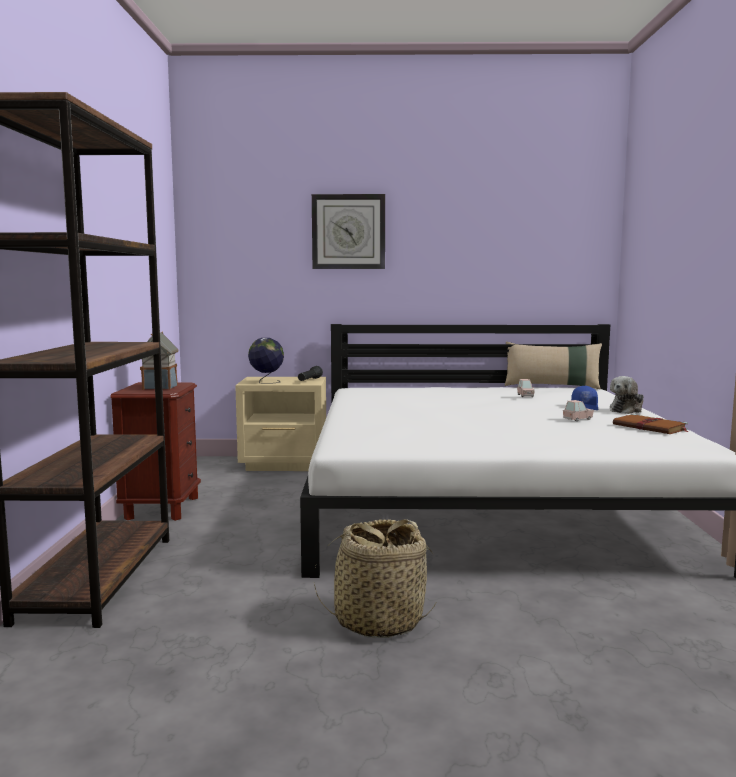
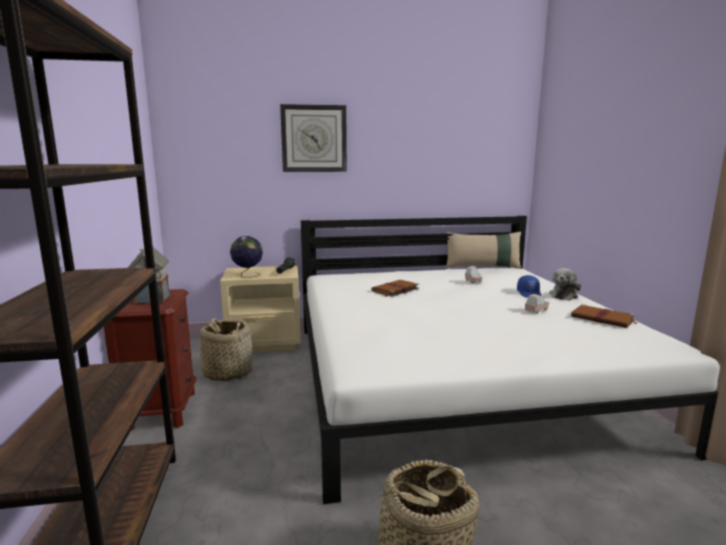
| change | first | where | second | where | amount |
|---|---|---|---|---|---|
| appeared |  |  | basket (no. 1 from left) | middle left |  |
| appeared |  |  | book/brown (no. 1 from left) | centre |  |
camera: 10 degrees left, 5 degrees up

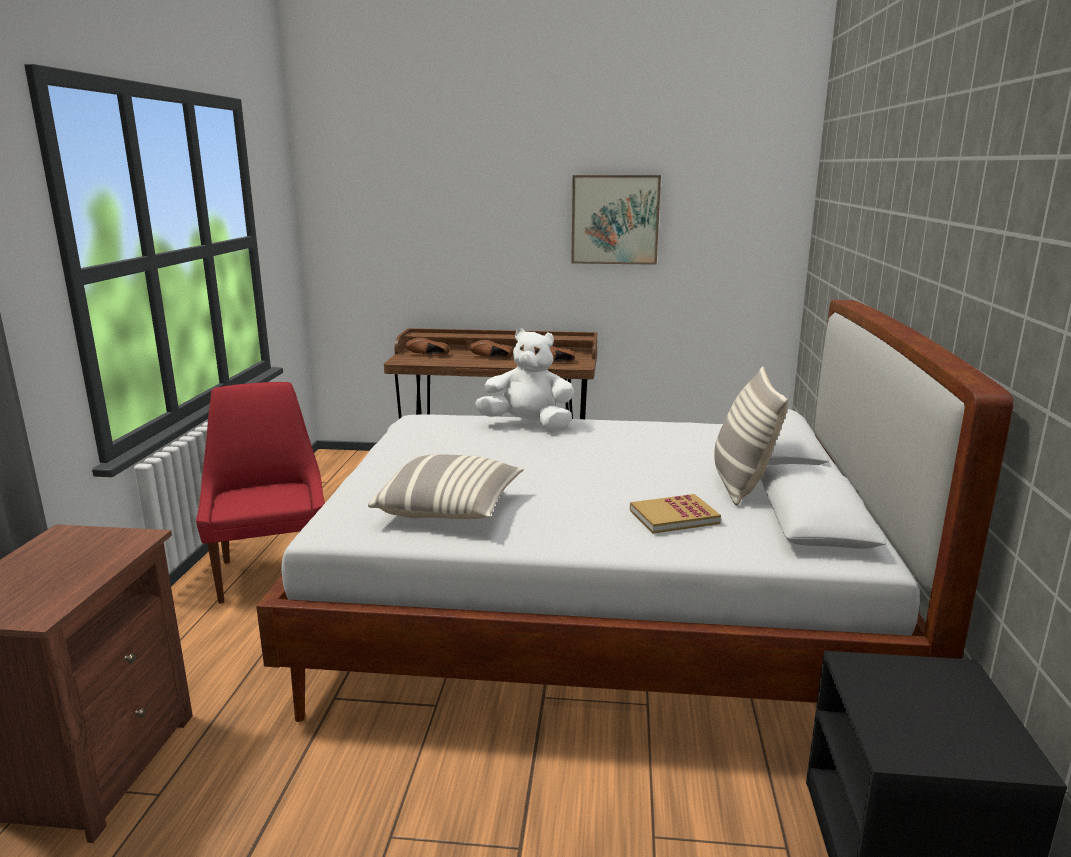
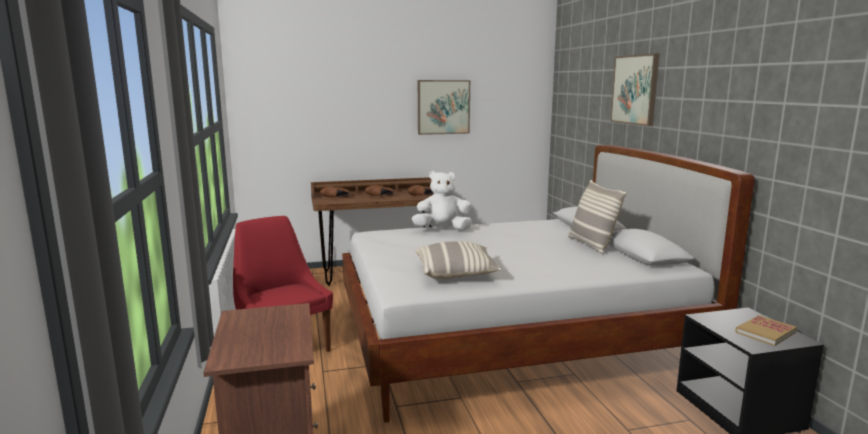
| change | first | where | second | where | amount |
|---|---|---|---|---|---|
| relocated | book | centre |  | bottom right |  |
| appeared |  |  | picture (no. 2 from left) | top right |  |
camera: 20 degrees left, 5 degrees down

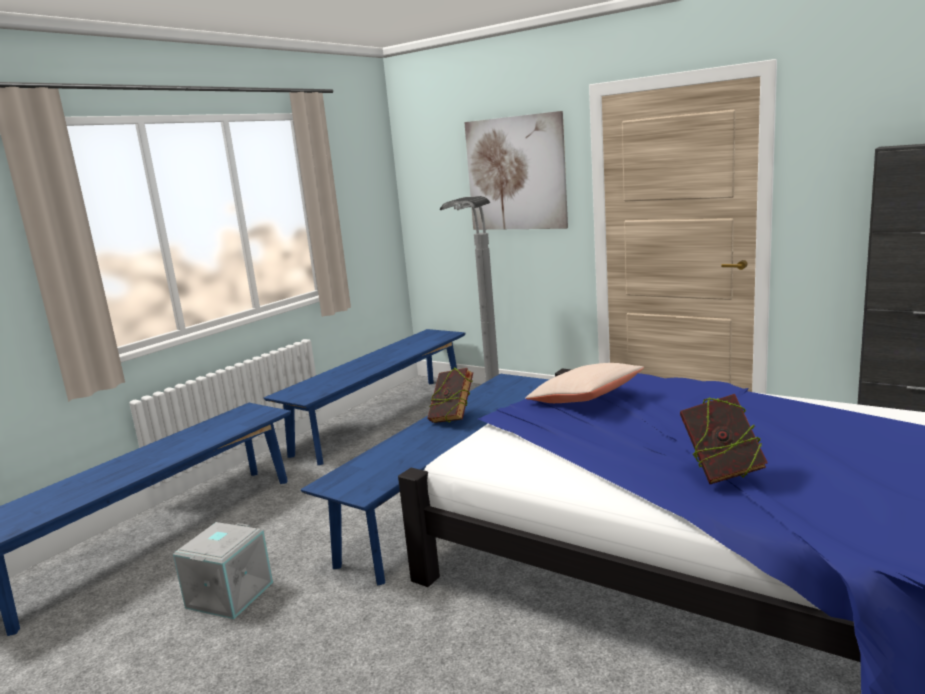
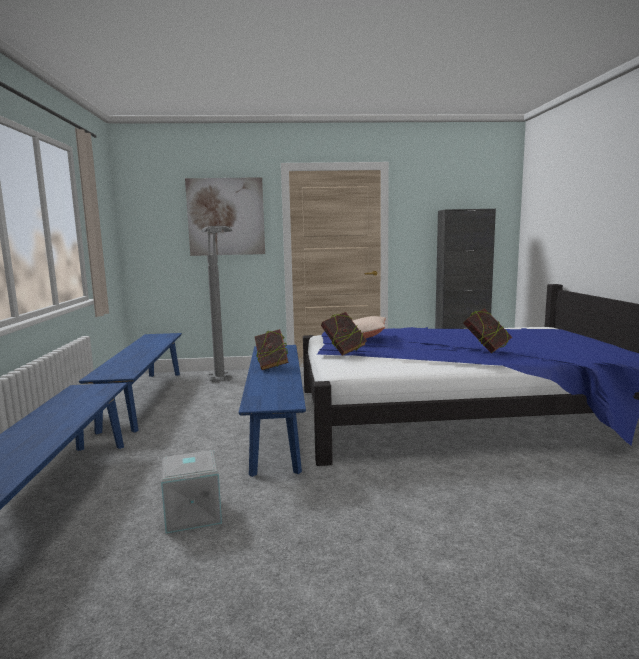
| change | first | where | second | where | amount |
|---|---|---|---|---|---|
| appeared |  |  | book (no. 2 from left) | centre |  |
camera: 40 degrees left, 5 degrees down

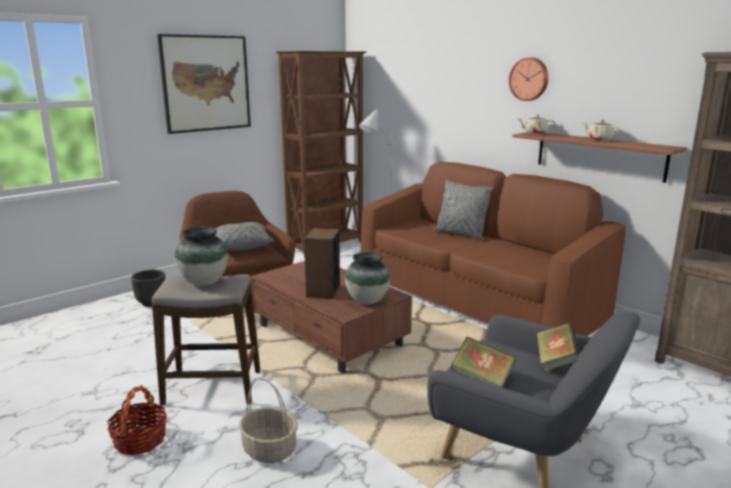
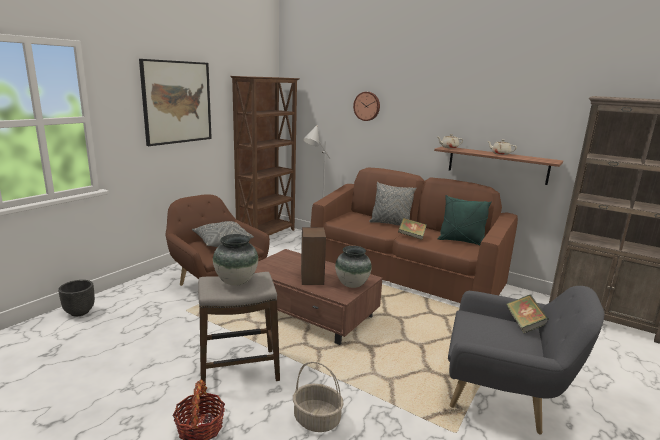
| change | first | where | second | where | amount |
|---|---|---|---|---|---|
| relocated | planter/black | middle left |  | bottom left |  |
| relocated | book (no. 1 from left) | bottom centre |  | centre |  |
| relocated | wall clock | top right |  | top centre |  |
| appeared |  |  | pillow/green | middle right |  |
camera: 15 degrees left, 0 degrees up

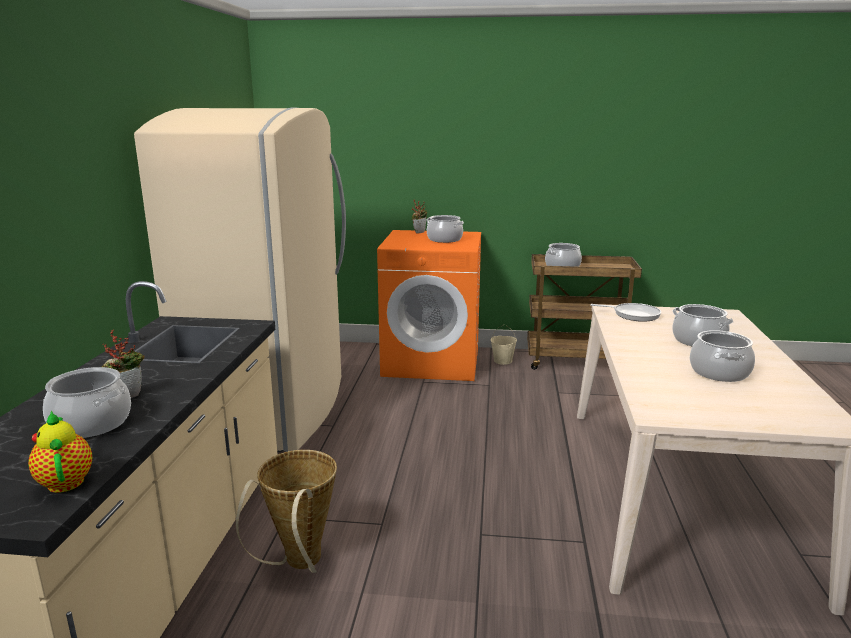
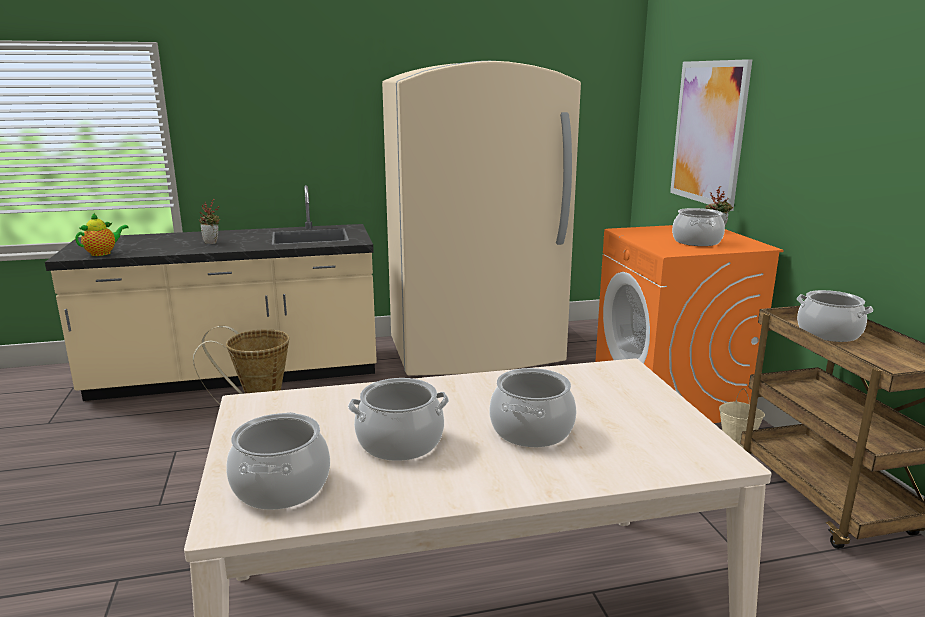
| change | first | where | second | where | amount |
|---|---|---|---|---|---|
| relocated | cooking pot (no. 1 from left) | middle left |  | bottom left |  |
| missing | frying pan | middle right |  |  |  |
| appeared |  |  | picture | top right |  |
camera: 70 degrees right, 0 degrees up

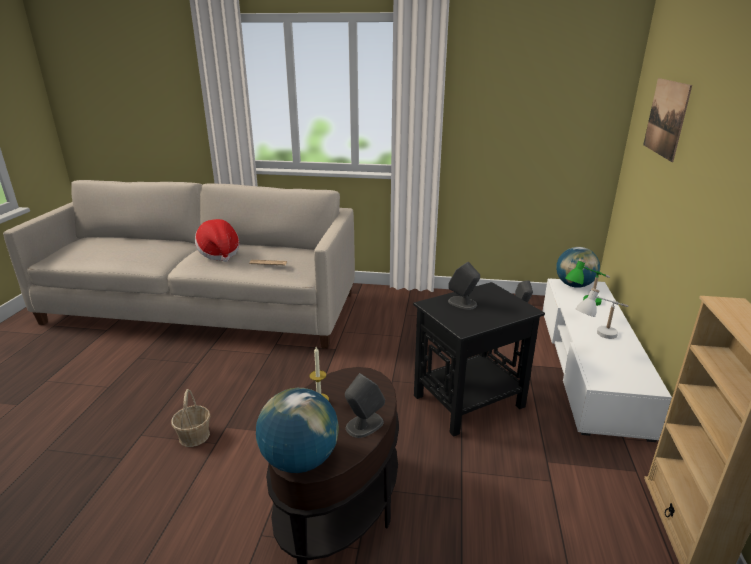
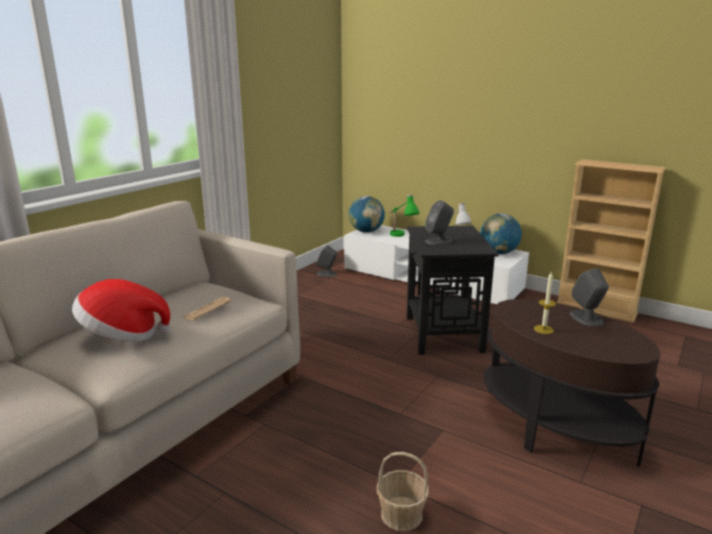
| change | first | where | second | where | amount |
|---|---|---|---|---|---|
| relocated | globe (no. 1 from left in the first image) | bottom centre | globe (no. 2 from left) | middle right |  |
| missing | picture | top right |  |  |  |
camera: 65 degrees left, 5 degrees down

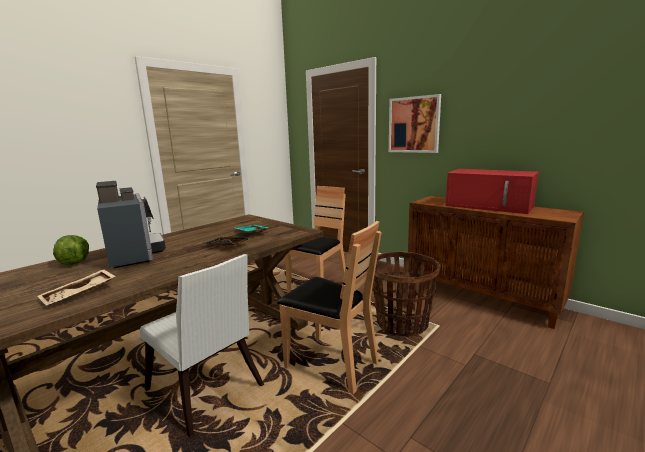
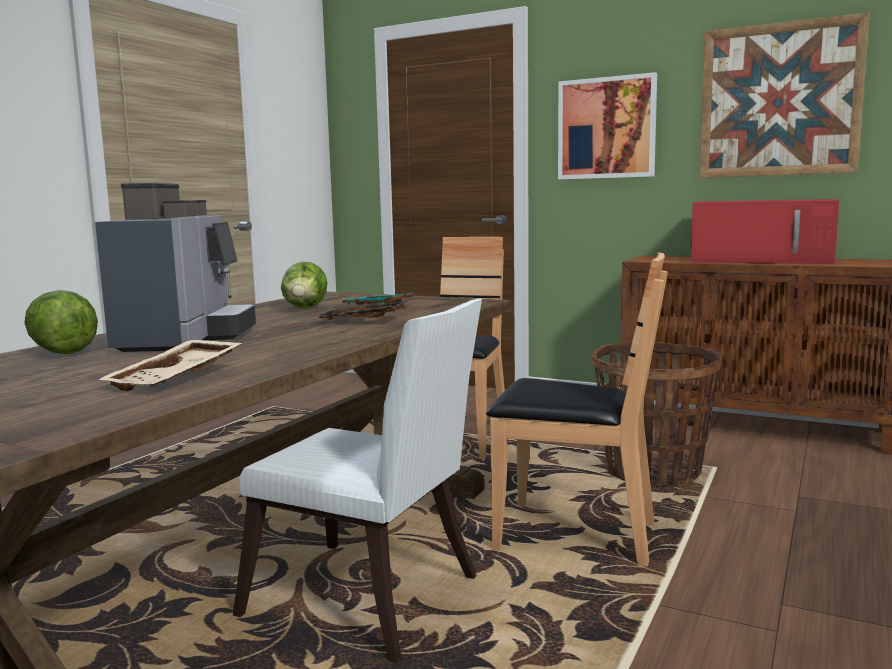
| change | first | where | second | where | amount |
|---|---|---|---|---|---|
| spun | coffee machine | middle left |  | middle left | 45 degrees clockwise |
| appeared |  |  | lettuce (no. 2 from left) | centre |  |
| appeared |  |  | picture (no. 2 from left) | top right |  |
camera: 15 degrees left, 5 degrees down

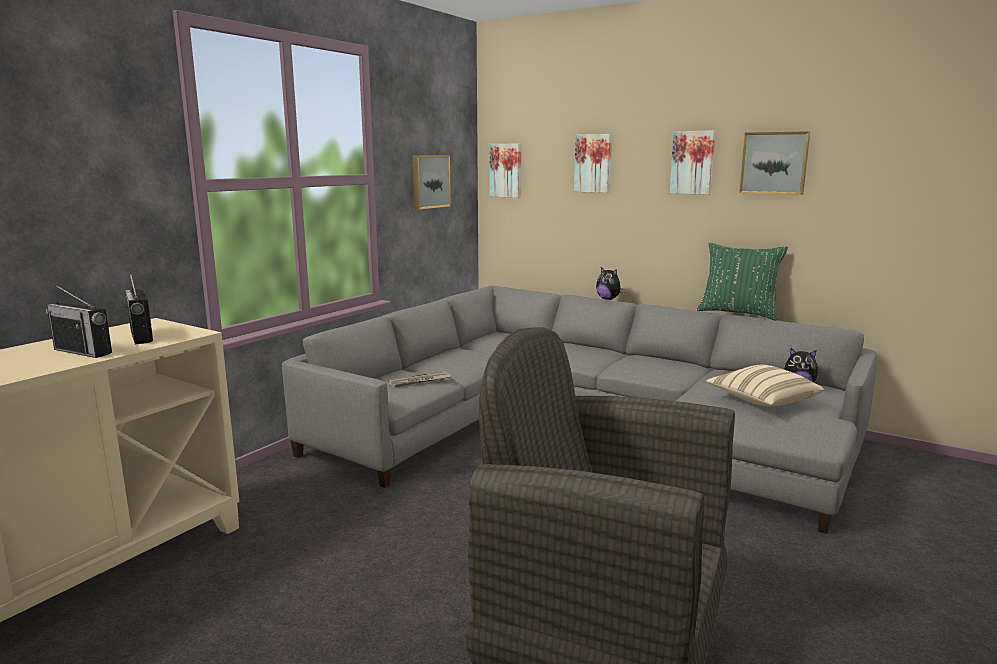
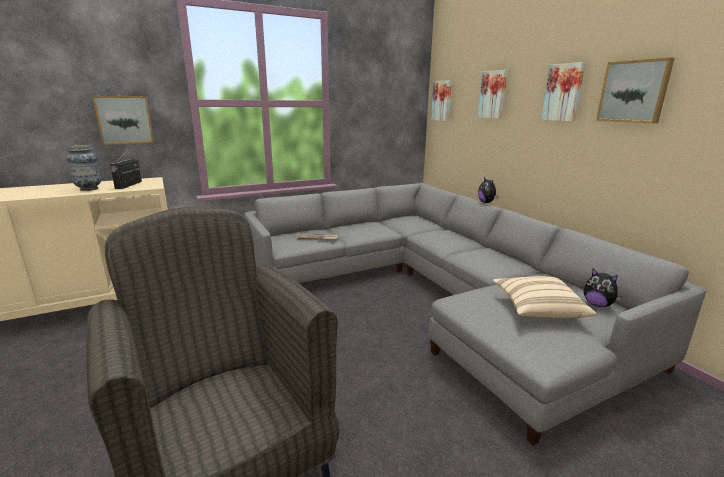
| change | first | where | second | where | amount |
|---|---|---|---|---|---|
| exchanged | radio (no. 1 from left) | middle left | vase | middle left |  |
| relocated | picture (no. 1 from left) | top centre |  | top left |  |
| missing | pillow/green | middle right |  |  |  |
camera: 30 degrees right, 5 degrees up

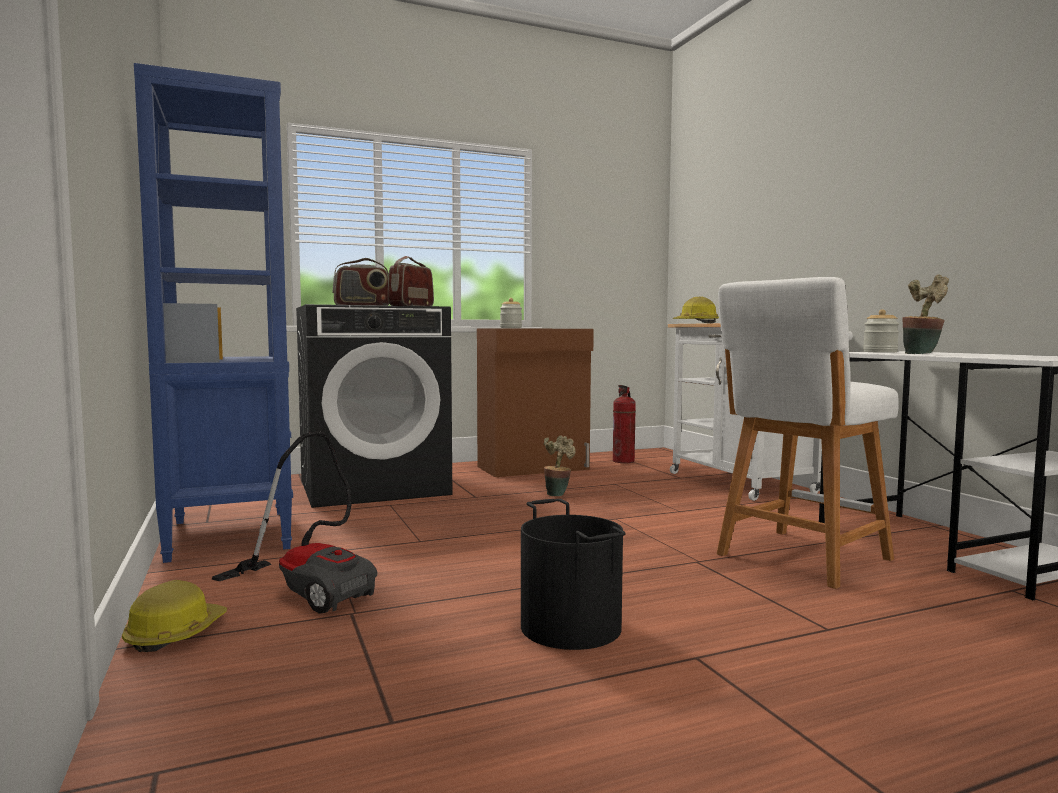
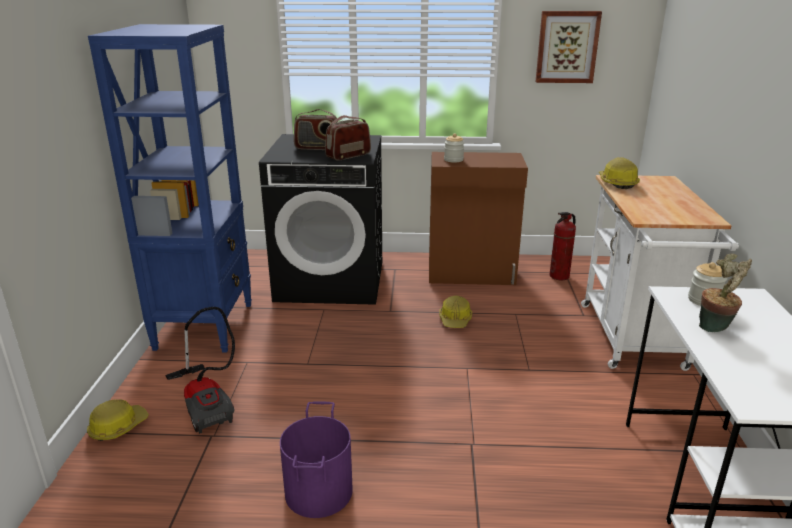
| change | first | where | second | where | amount |
|---|---|---|---|---|---|
| colour | bucket/black | bottom centre | bucket/purple | bottom centre |  |
| exchanged | potted plant (no. 1 from left) | centre | hard hat (no. 2 from left) | centre |  |
| missing | stool/white | middle right |  |  |  |
| appeared |  |  | picture | top right |  |
camera: 25 degrees right, 20 degrees up

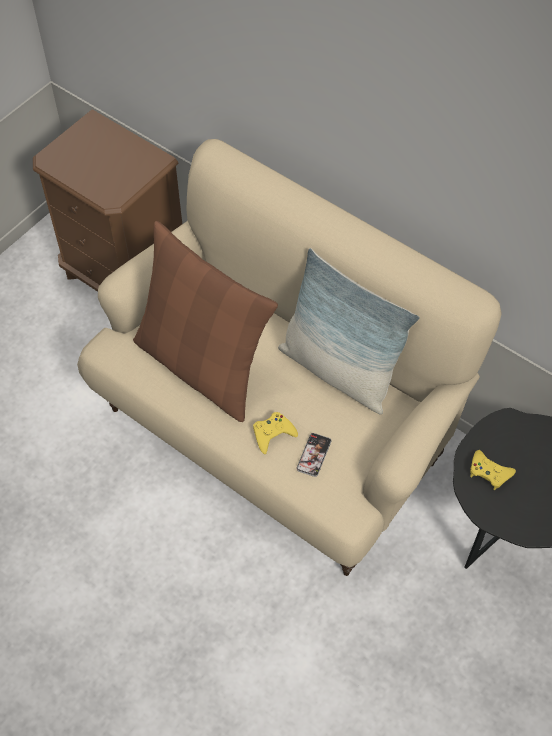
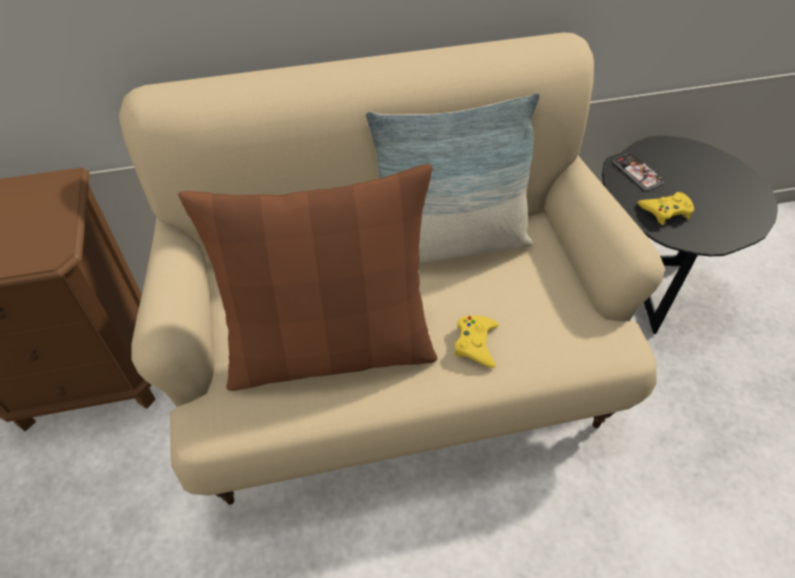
| change | first | where | second | where | amount |
|---|---|---|---|---|---|
| relocated | phone | centre |  | top right |  |
camera: 50 degrees left, 5 degrees down

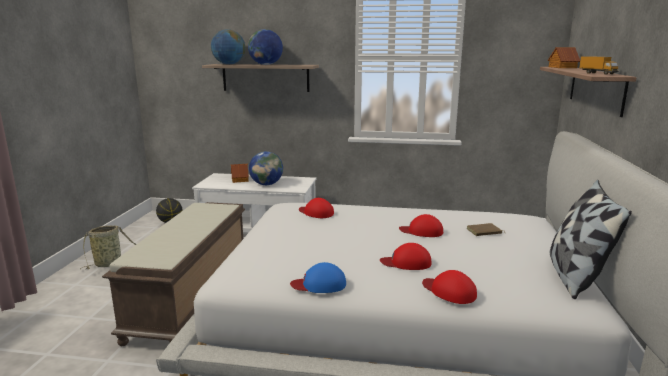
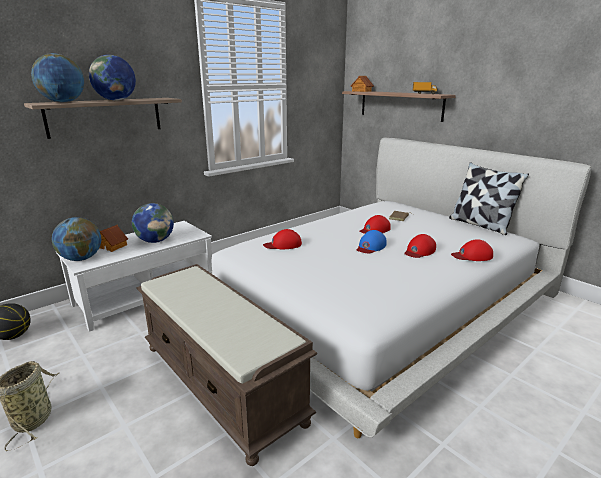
| change | first | where | second | where | amount |
|---|---|---|---|---|---|
| relocated | cap/blue | bottom centre |  | centre |  |
| appeared |  |  | globe (no. 2 from left) | middle left |  |
camera: 50 degrees left, 5 degrees up

